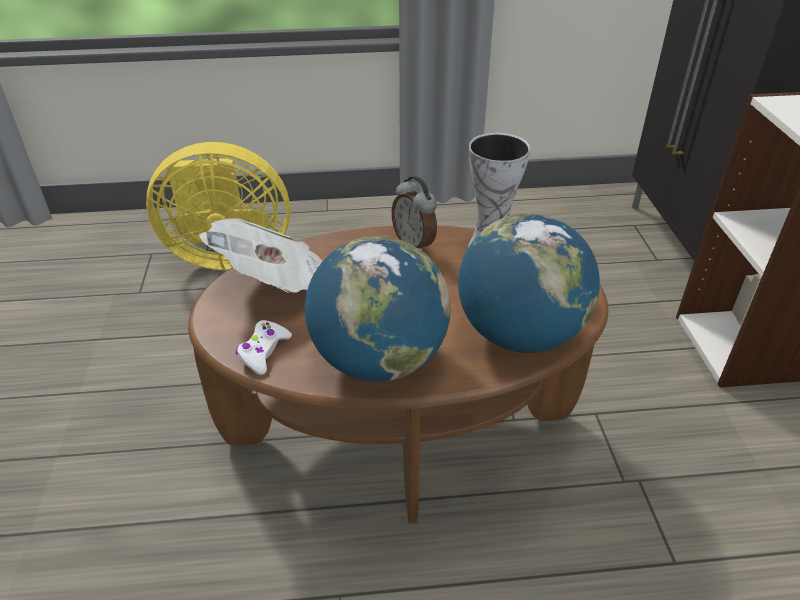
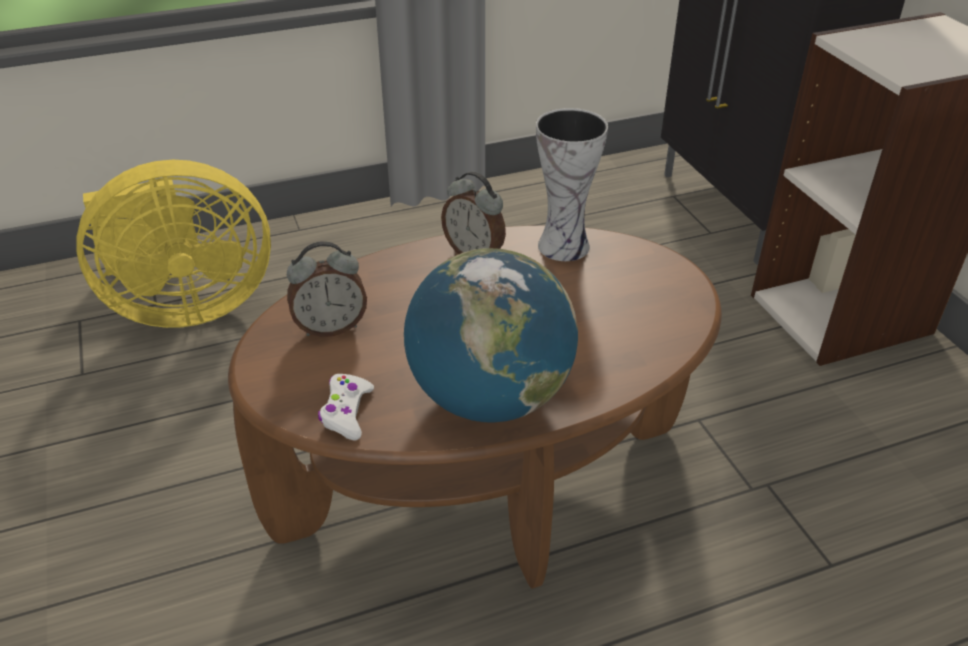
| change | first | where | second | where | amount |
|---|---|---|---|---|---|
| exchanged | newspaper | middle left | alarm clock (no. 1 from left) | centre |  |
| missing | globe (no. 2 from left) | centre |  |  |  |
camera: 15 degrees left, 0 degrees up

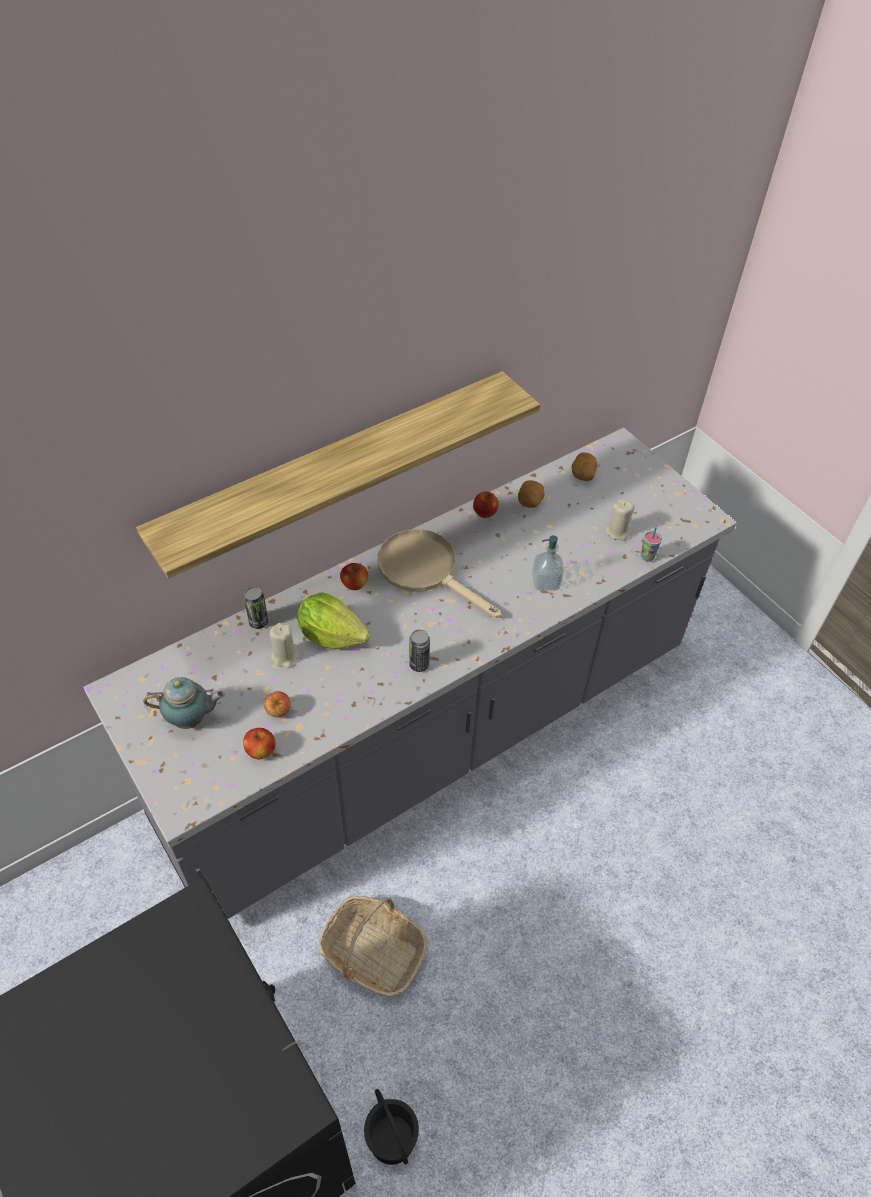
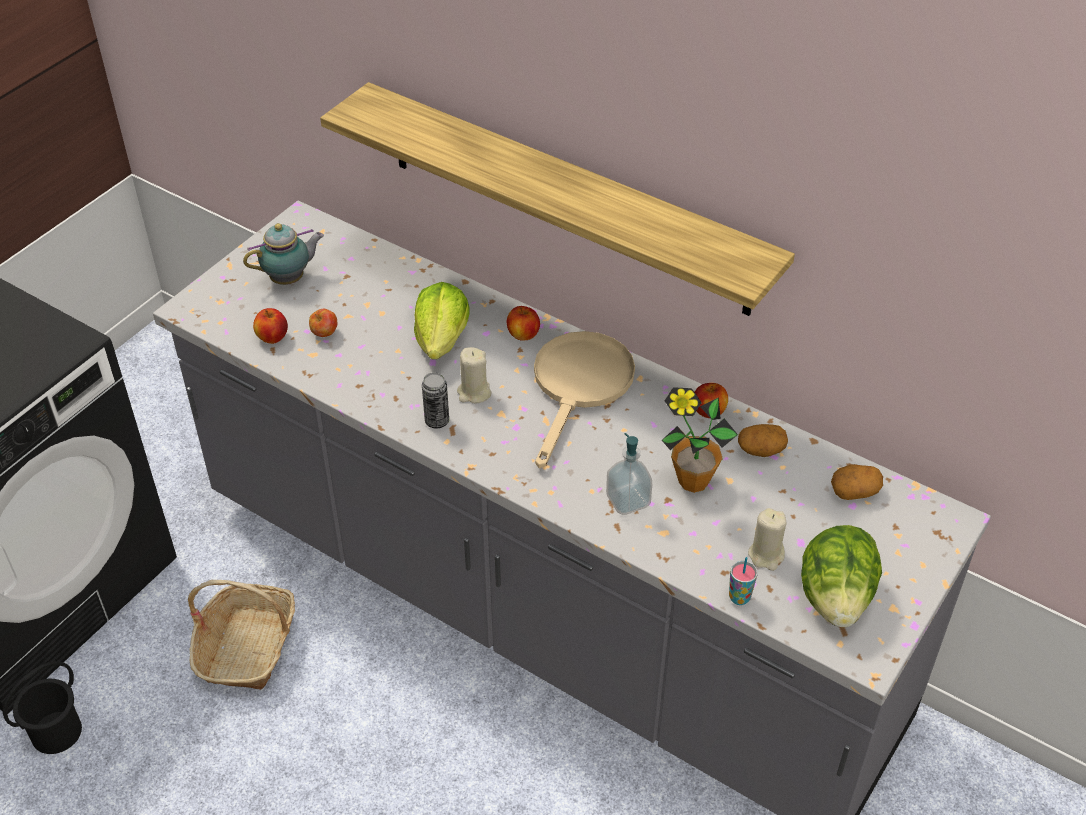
| change | first | where | second | where | amount |
|---|---|---|---|---|---|
| spun | teapot | middle left |  | top left | 90 degrees counterclockwise |
| missing | can (no. 1 from left) | middle left |  |  |  |
| relocated | candle/beige (no. 1 from left) | middle left |  | centre |  |
| appeared |  |  | potted plant | centre |  |
| appeared |  |  | lettuce (no. 2 from left) | bottom right |  |
camera: 70 degrees right, 5 degrees down

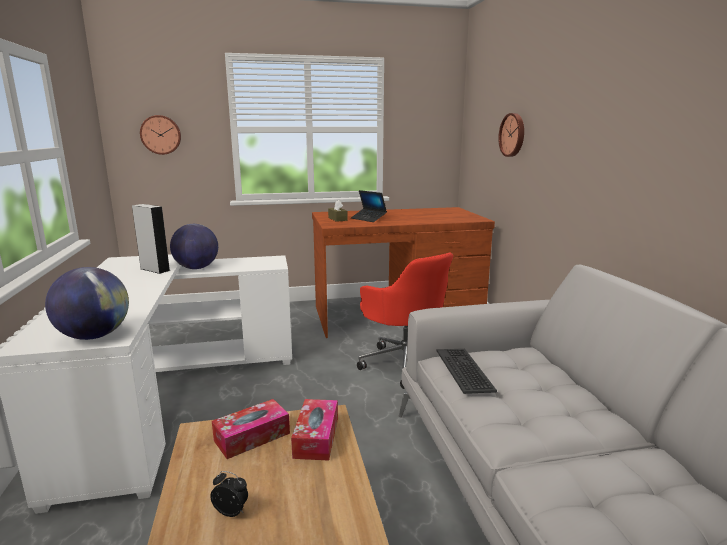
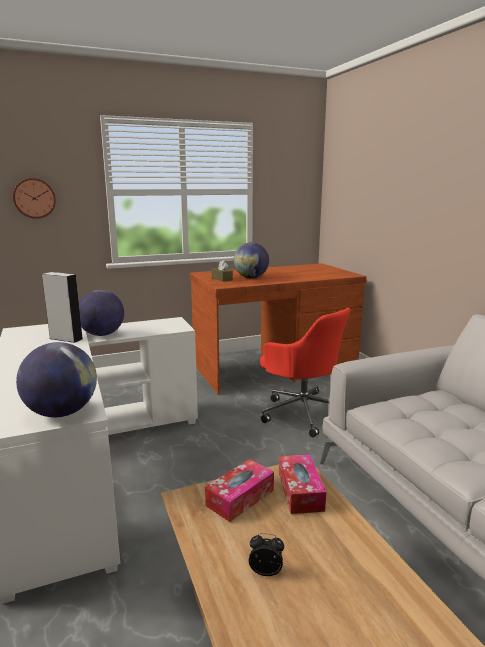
| change | first | where | second | where | amount |
|---|---|---|---|---|---|
| exchanged | laptop | centre | globe (no. 3 from left) | centre |  |
| missing | keyboard | bottom centre |  |  |  |
| missing | wall clock (no. 2 from left) | top right |  |  |  |
camera: 10 degrees left, 0 degrees up

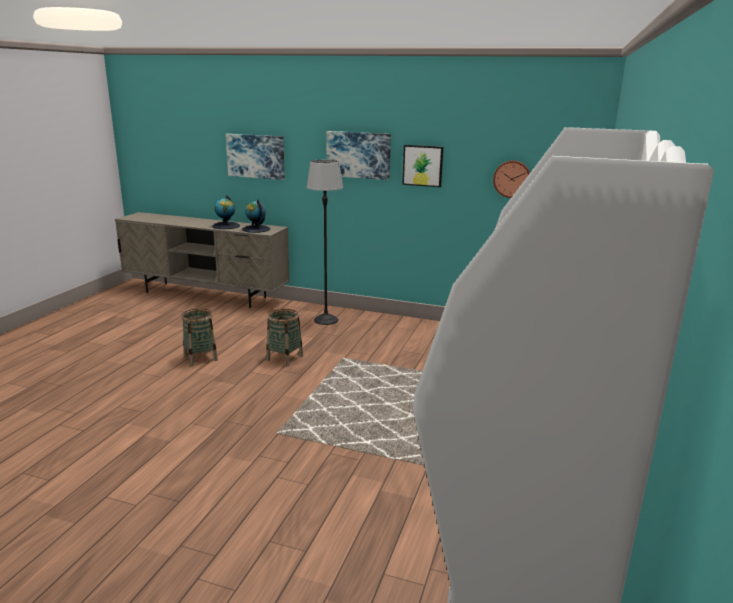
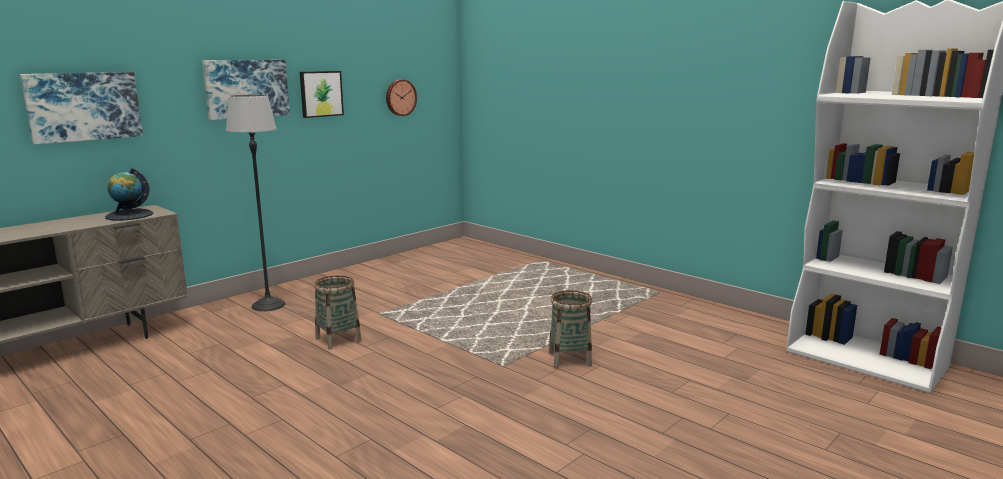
| change | first | where | second | where | amount |
|---|---|---|---|---|---|
| relocated | basket (no. 1 from left in the first image) | middle left | basket (no. 2 from left) | bottom centre |  |
| missing | globe (no. 1 from left) | middle left |  |  |  |
camera: 65 degrees left, 5 degrees down

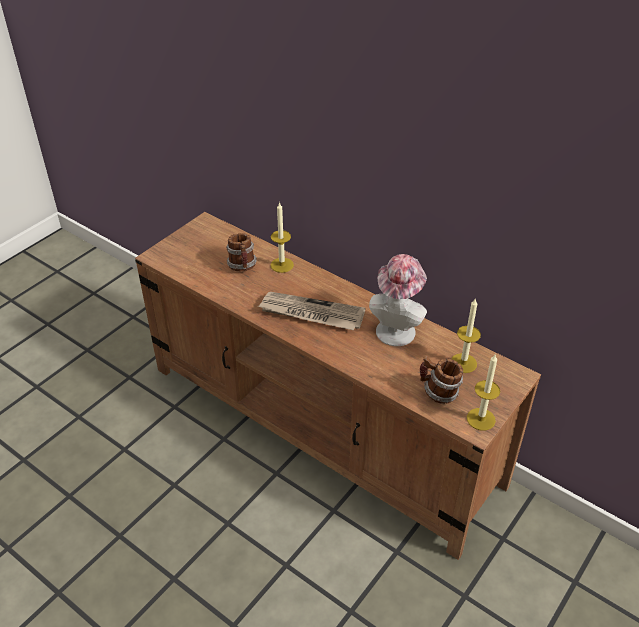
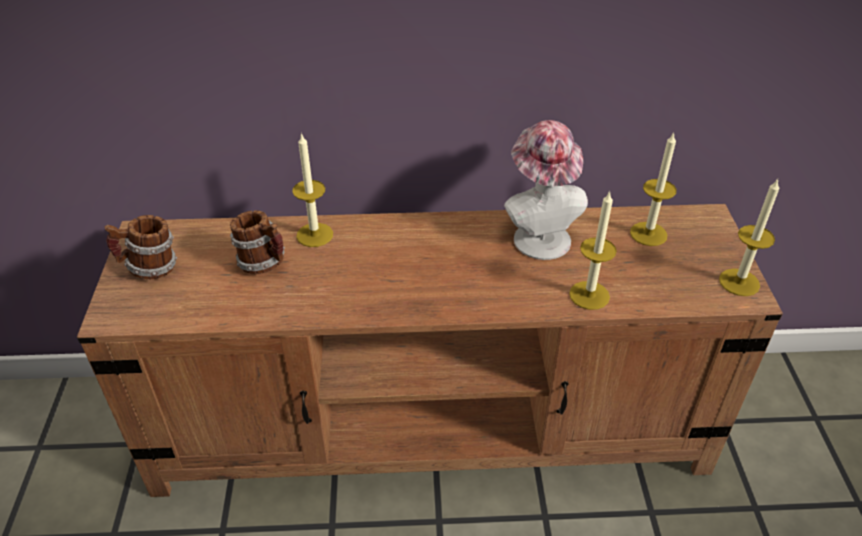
| change | first | where | second | where | amount |
|---|---|---|---|---|---|
| missing | newspaper | centre |  |  |  |
| relocated | mug (no. 2 from left in the first image) | middle right | mug (no. 1 from left) | middle left |  |
| appeared |  |  | candle (no. 2 from left) | middle right |  |
camera: 40 degrees left, 0 degrees up

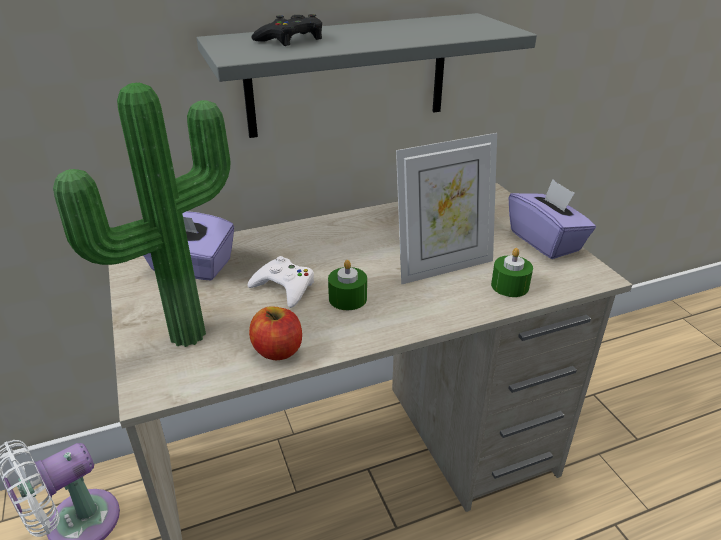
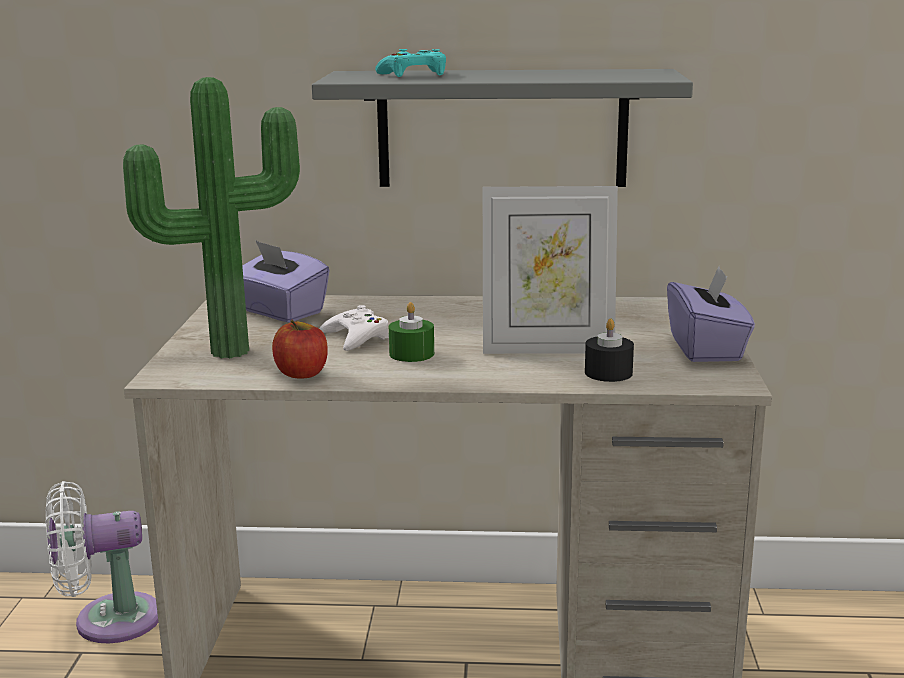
| change | first | where | second | where | amount |
|---|---|---|---|---|---|
| colour | game controller/black | top centre | game controller/turquoise | top centre |  |
| colour | candle/green (no. 2 from left) | middle right | candle/black | middle right |  |
camera: 25 degrees right, 15 degrees down

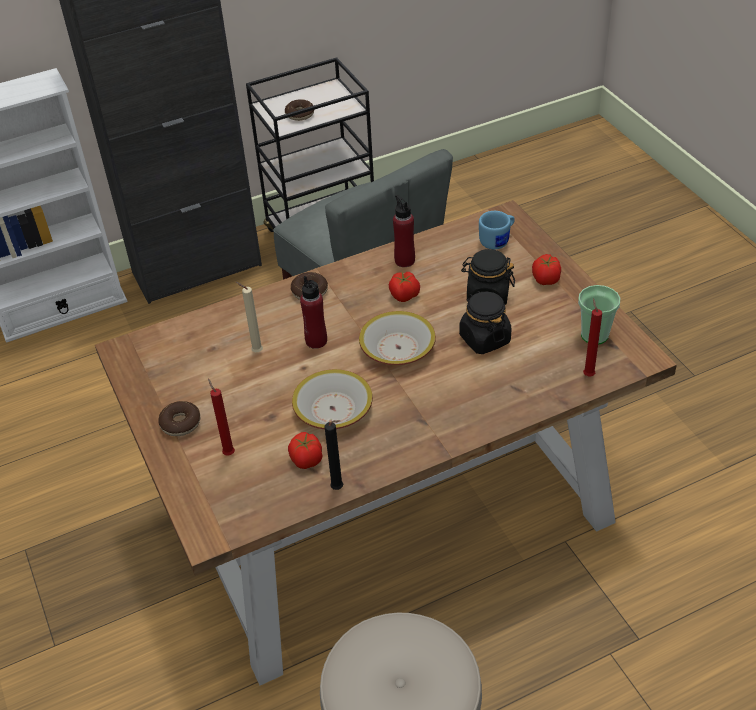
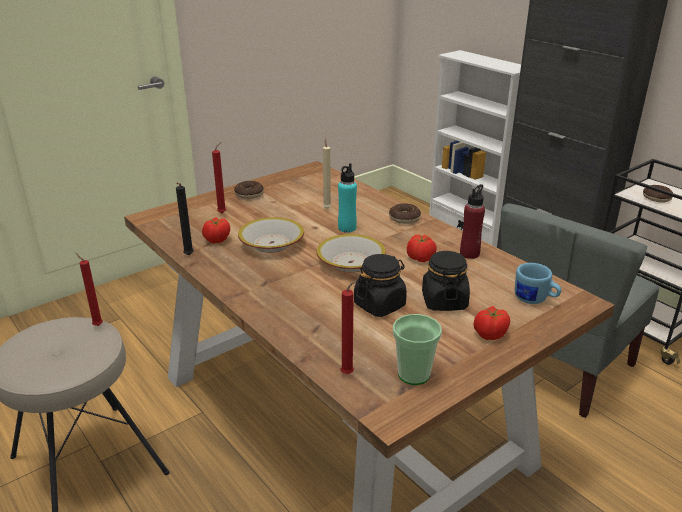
| change | first | where | second | where | amount |
|---|---|---|---|---|---|
| colour | bottle/red (no. 1 from left) | centre | bottle/turquoise | centre |  |
| appeared |  |  | candle/red (no. 1 from left) | middle left |  |
camera: 75 degrees right, 15 degrees down

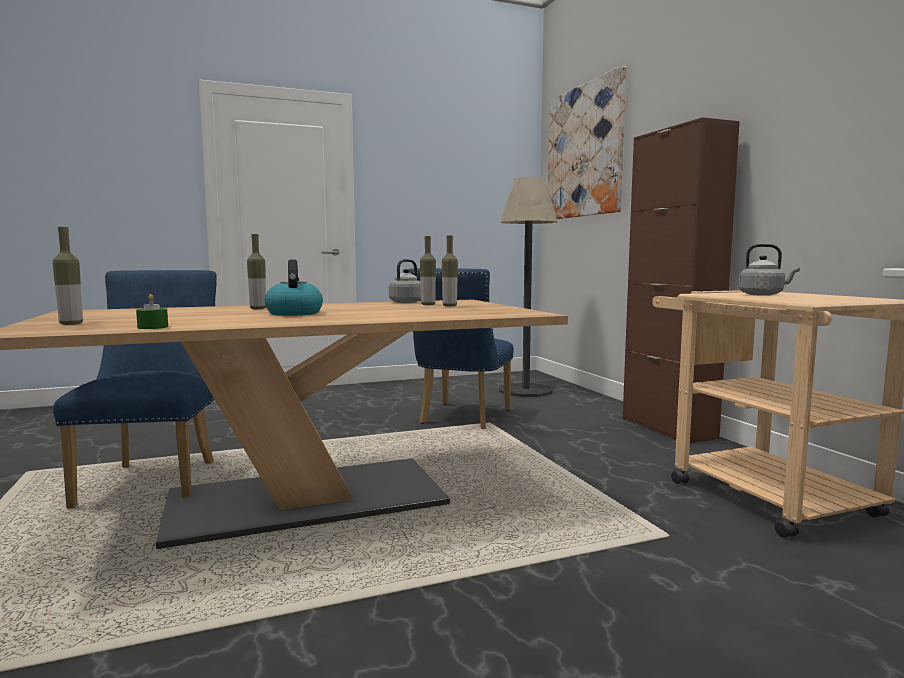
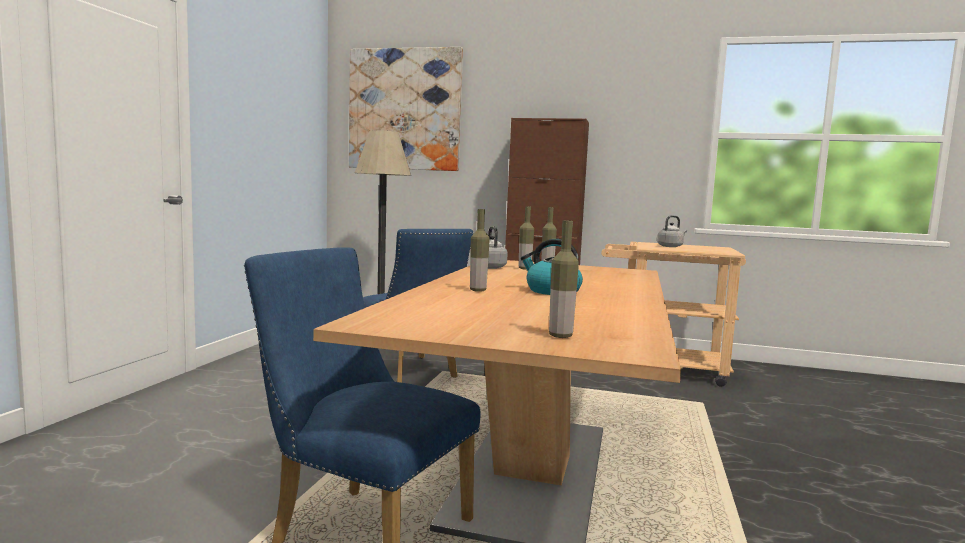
| change | first | where | second | where | amount |
|---|---|---|---|---|---|
| missing | candle/green | middle left |  |  |  |
camera: 55 degrees left, 0 degrees up

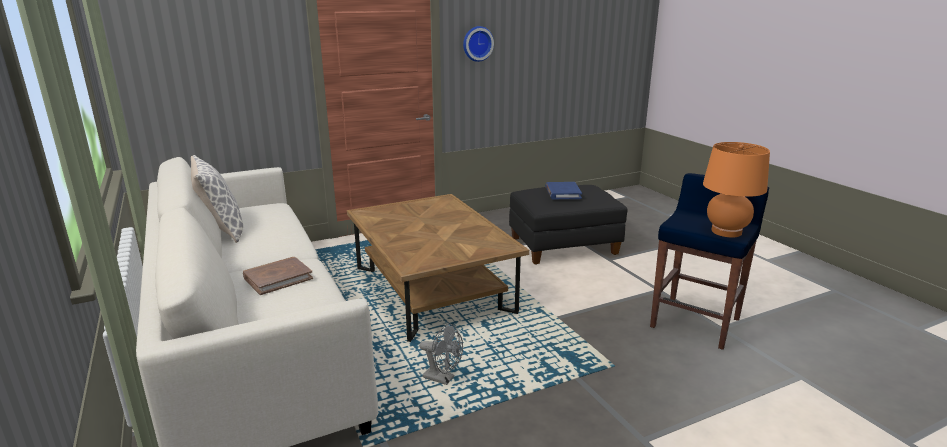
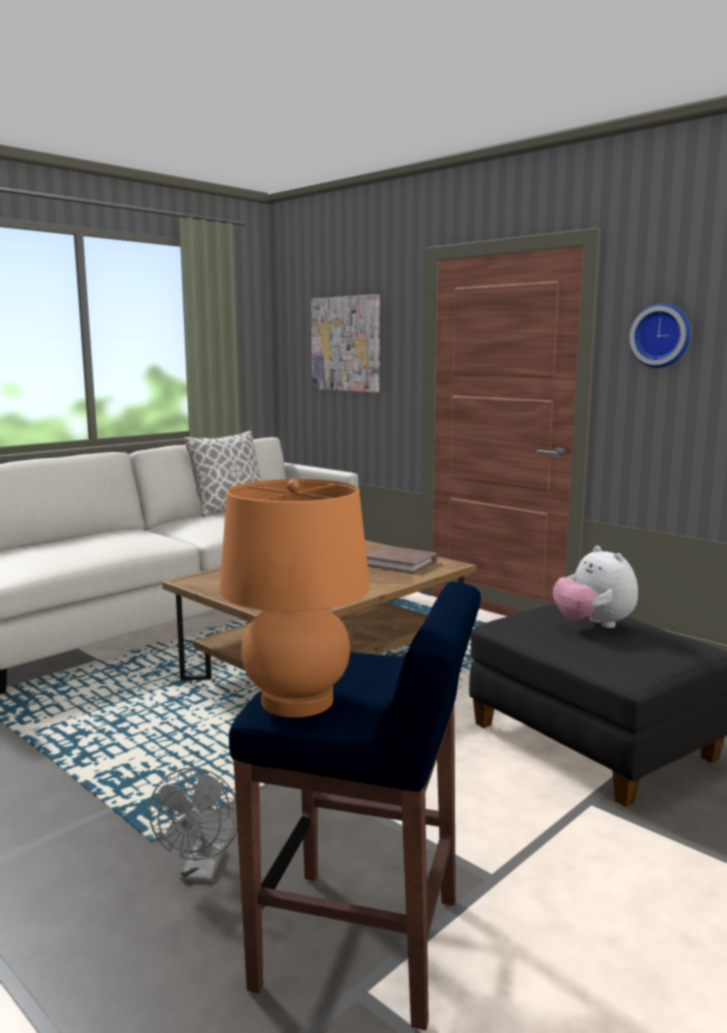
| change | first | where | second | where | amount |
|---|---|---|---|---|---|
| relocated | book/brown | middle left |  | centre |  |
| relocated | fan/grey | bottom centre |  | bottom left |  |
| exchanged | book/blue | centre | plush toy | middle right |  |
| appeared |  |  | picture | top centre |  |
camera: 70 degrees right, 10 degrees down

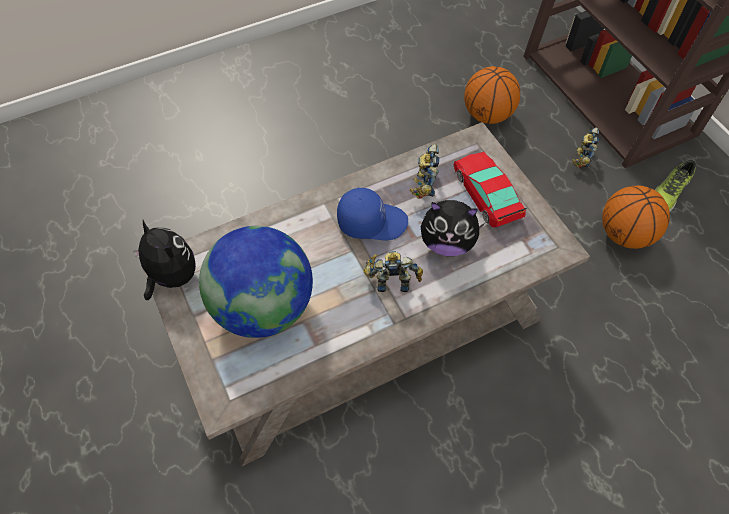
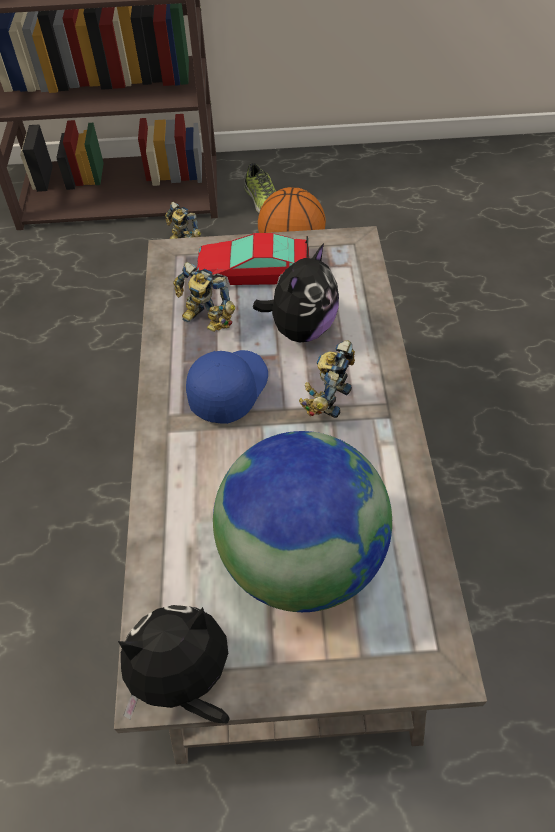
| change | first | where | second | where | amount |
|---|---|---|---|---|---|
| missing | basketball (no. 1 from left) | top right |  |  |  |
camera: 65 degrees left, 5 degrees down

